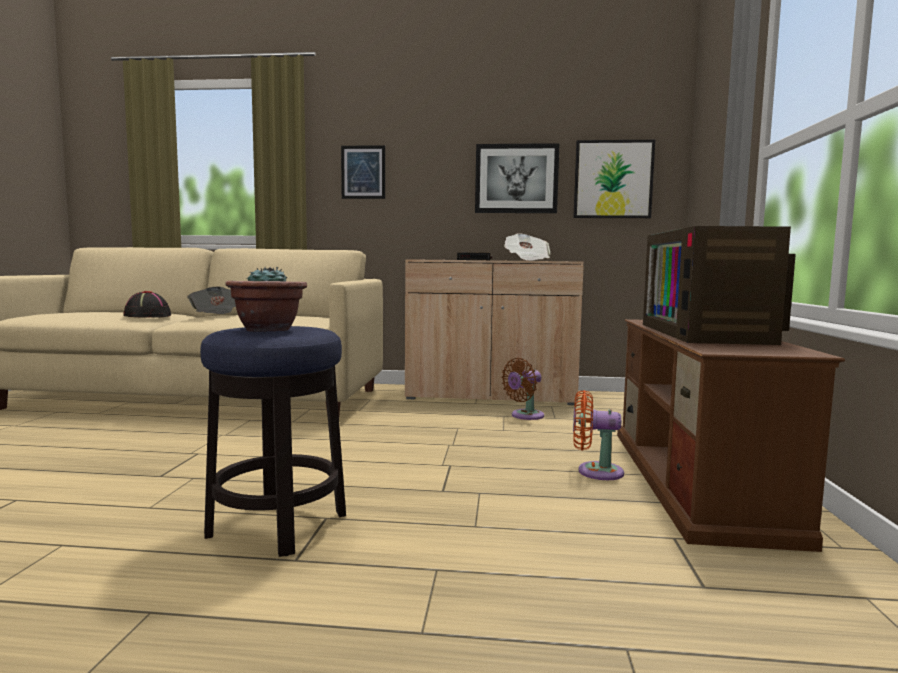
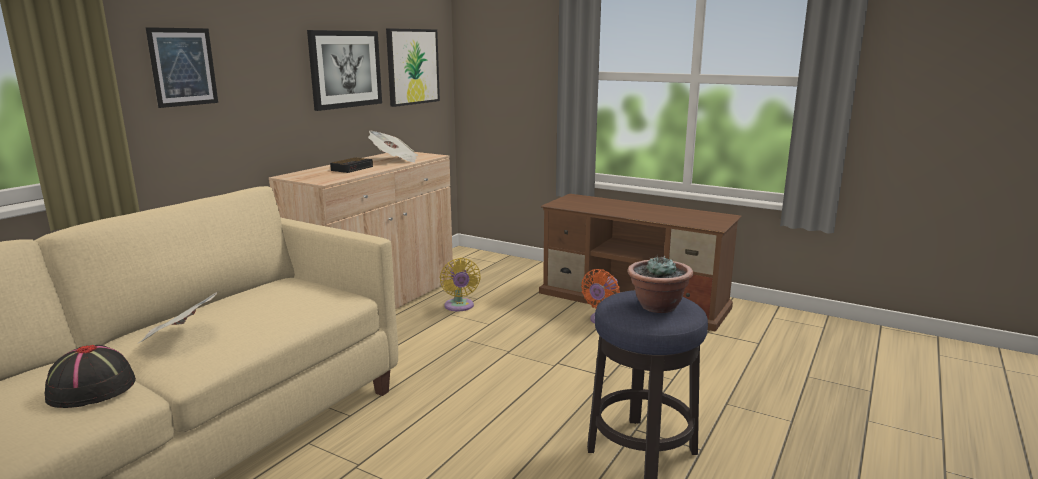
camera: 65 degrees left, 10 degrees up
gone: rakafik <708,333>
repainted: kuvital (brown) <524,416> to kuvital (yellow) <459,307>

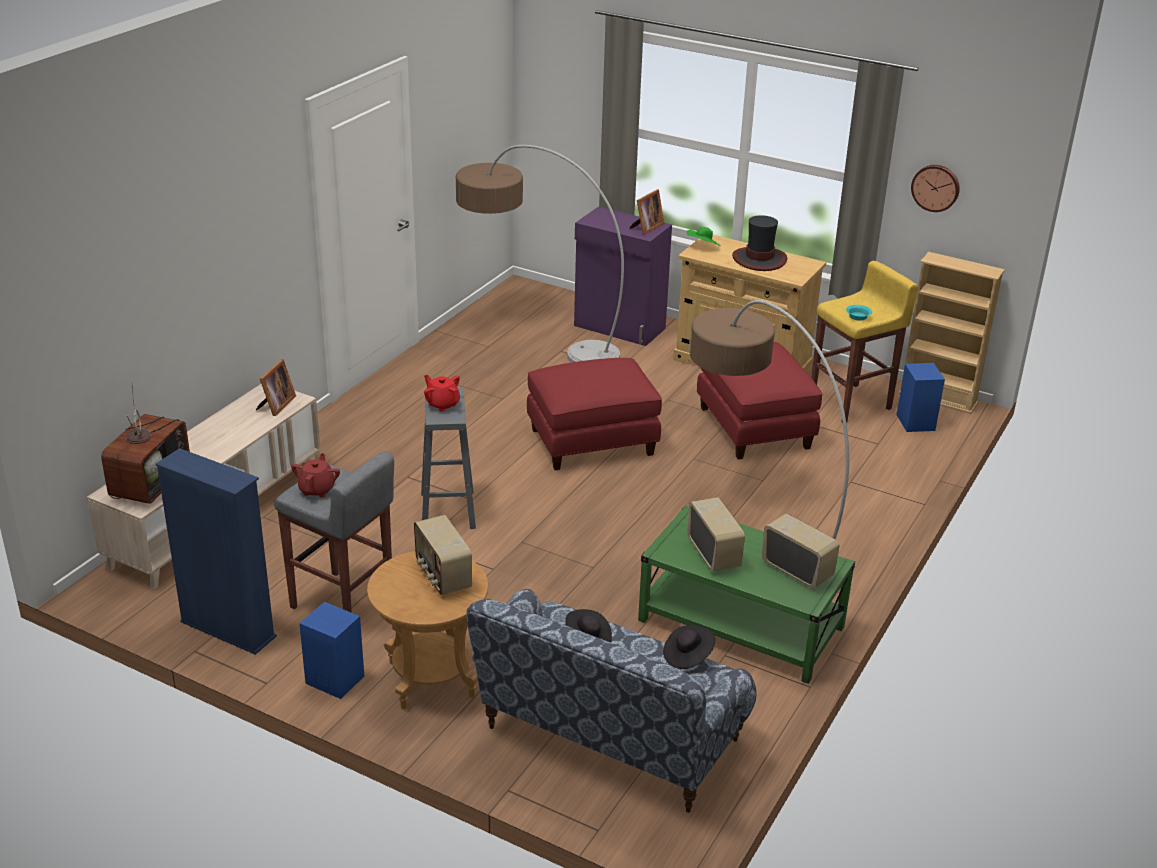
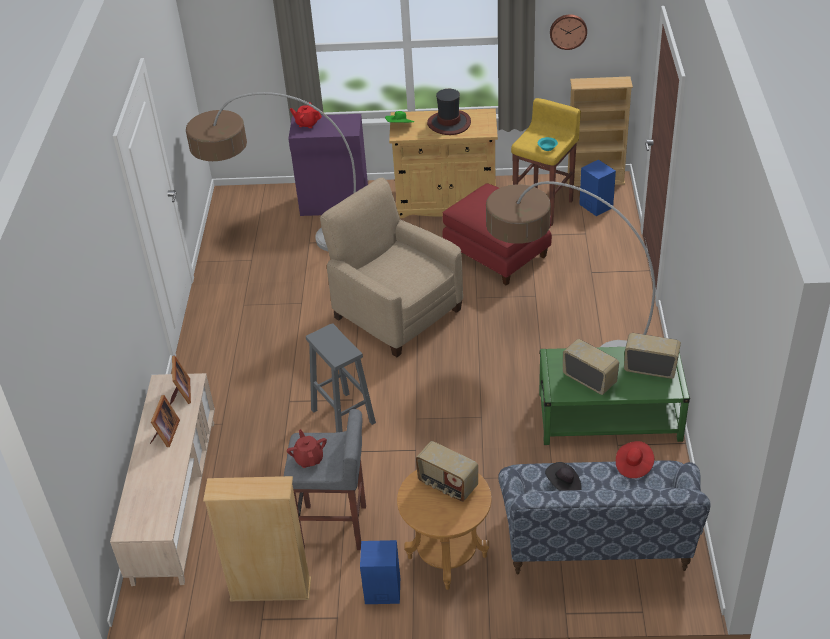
camera: 25 degrees left, 10 degrees up
gone: rakafik <150,482>
shifted: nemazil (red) <442,404> to <307,123>; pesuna <646,227> to <165,434>
swapped: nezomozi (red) <592,441> to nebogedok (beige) <396,313>
repainted: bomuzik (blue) <228,629> to bomuzik (beige) <270,590>; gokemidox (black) <688,656> to gokemidox (red) <633,465>

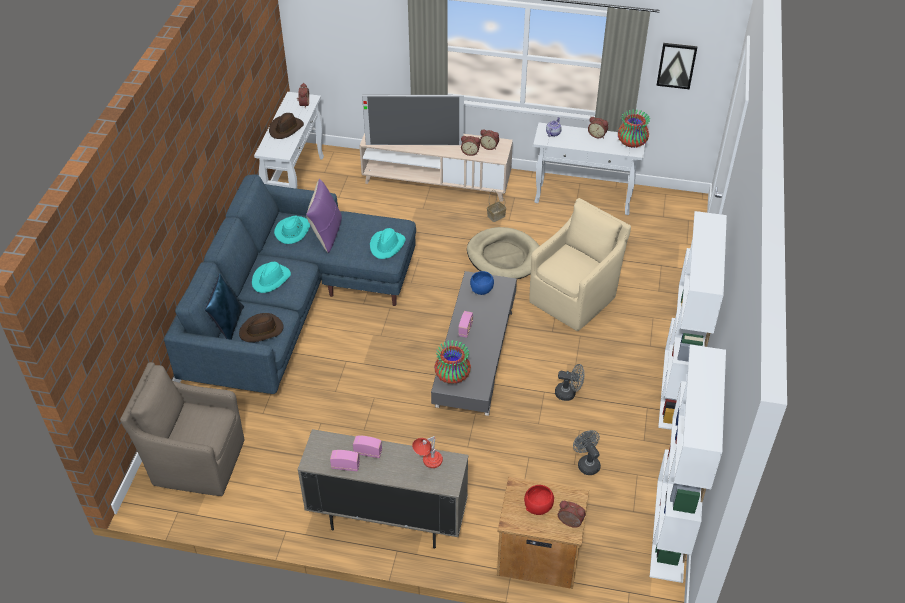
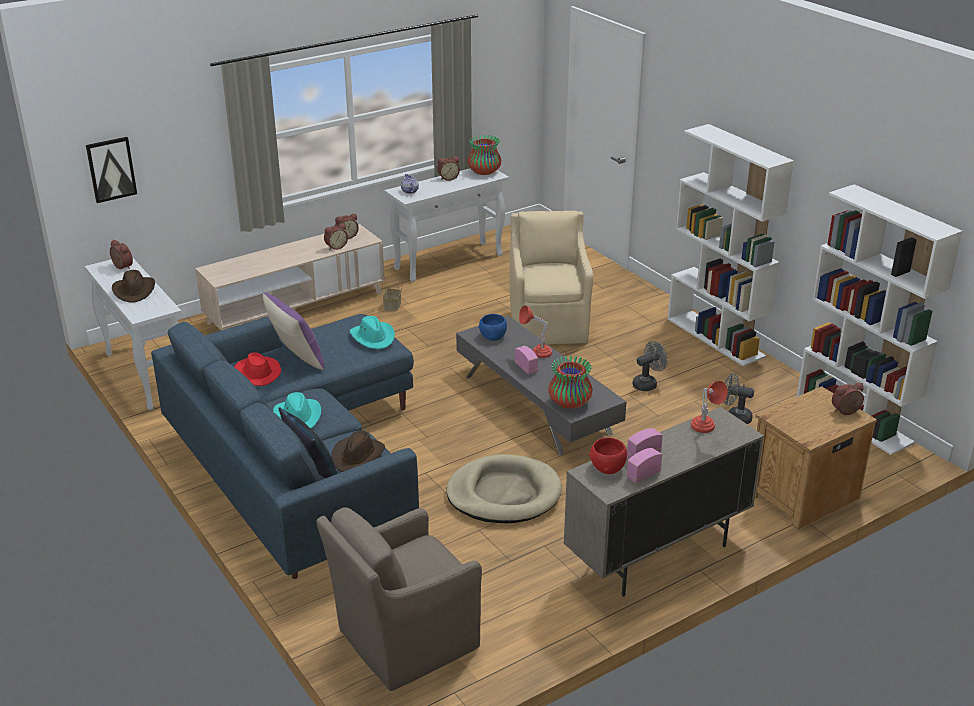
camera: 45 degrees left, 15 degrees down
gone: rakafik <414,144>
new: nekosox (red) <536,353>
shifted: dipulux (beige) <504,256> to <504,494>; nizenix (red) <538,506> to <607,467>; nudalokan <676,65> to <111,169>
repainted: gokemidox (turquoise) <293,231> to gokemidox (red) <257,373>

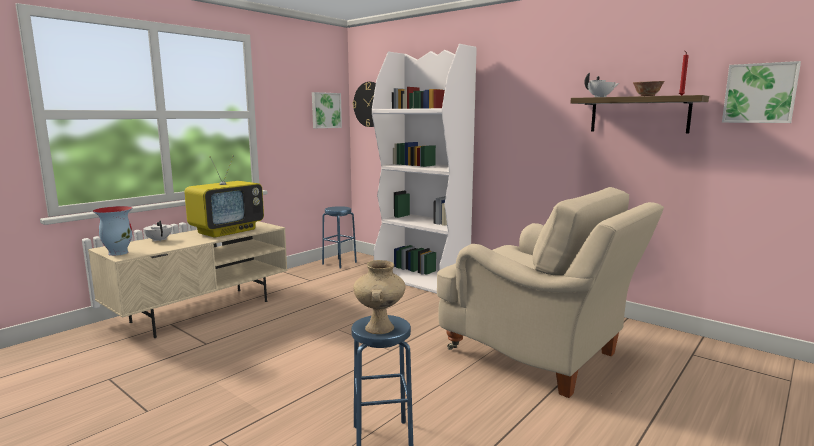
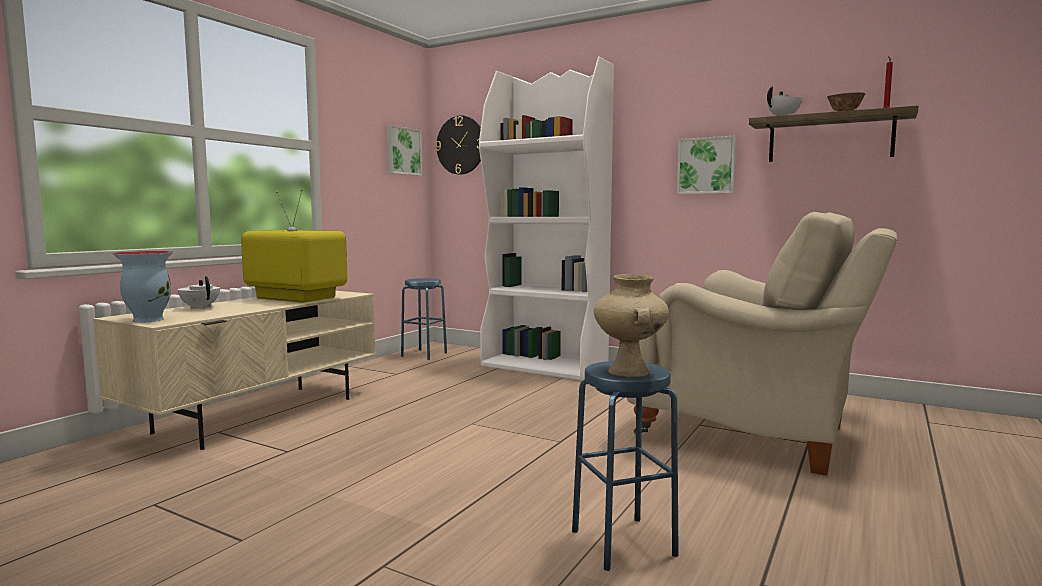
camera: 10 degrees left, 5 degrees down
shifted: nudalokan <760,93> to <706,166>
rotated: rakafik <227,231> = <294,298> 90 degrees counterclockwise

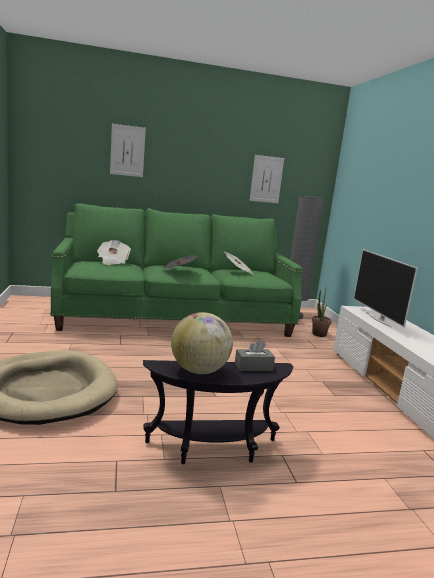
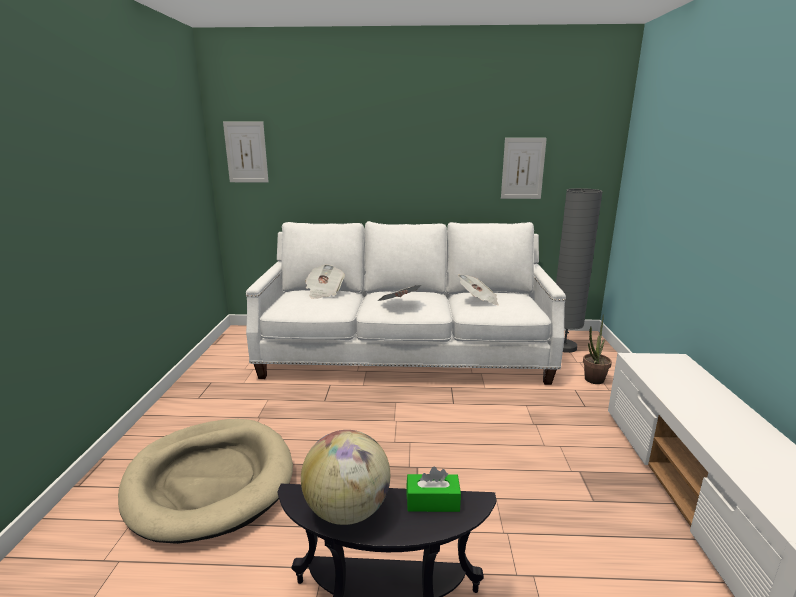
camera: 15 degrees right, 5 degrees up
gone: rakafik <378,319>
shifted: nudalokan <127,151> to <246,152>
repainted: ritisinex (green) <175,317> to ritisinex (white) <405,354>; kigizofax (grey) <253,367> to kigizofax (green) <432,501>

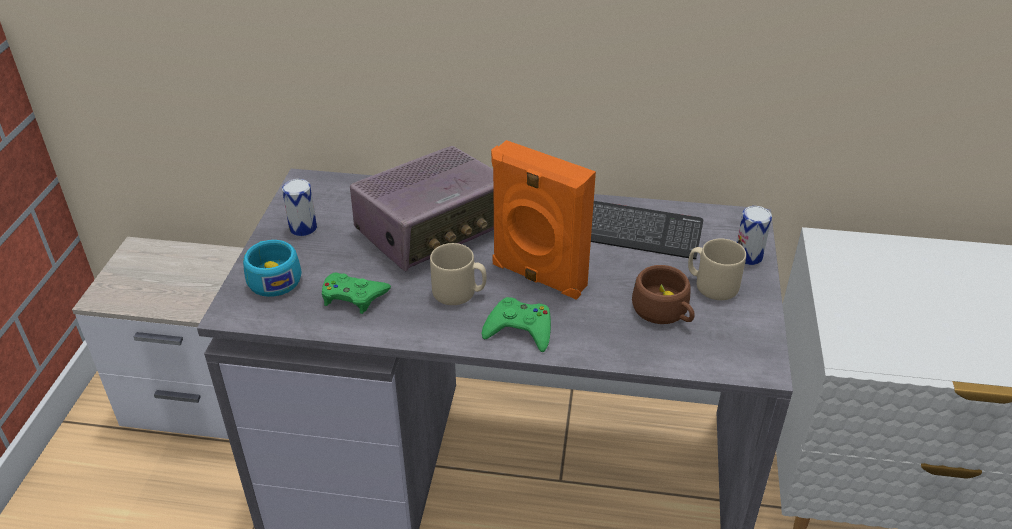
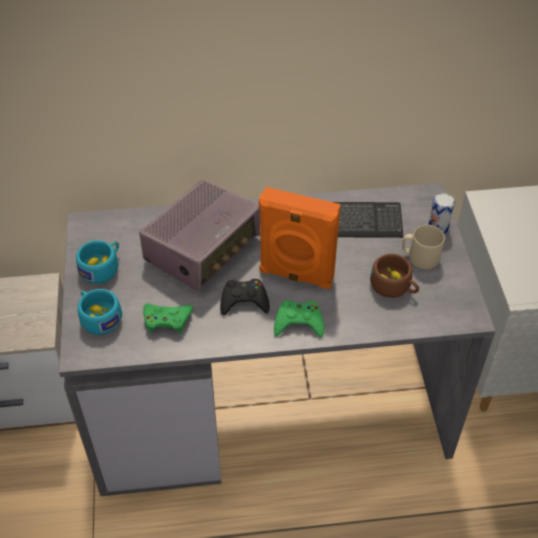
camera: 15 degrees left, 10 degrees up
swapped: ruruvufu <303,228> to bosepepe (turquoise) <102,267>; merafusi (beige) <459,293> to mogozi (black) <244,301>

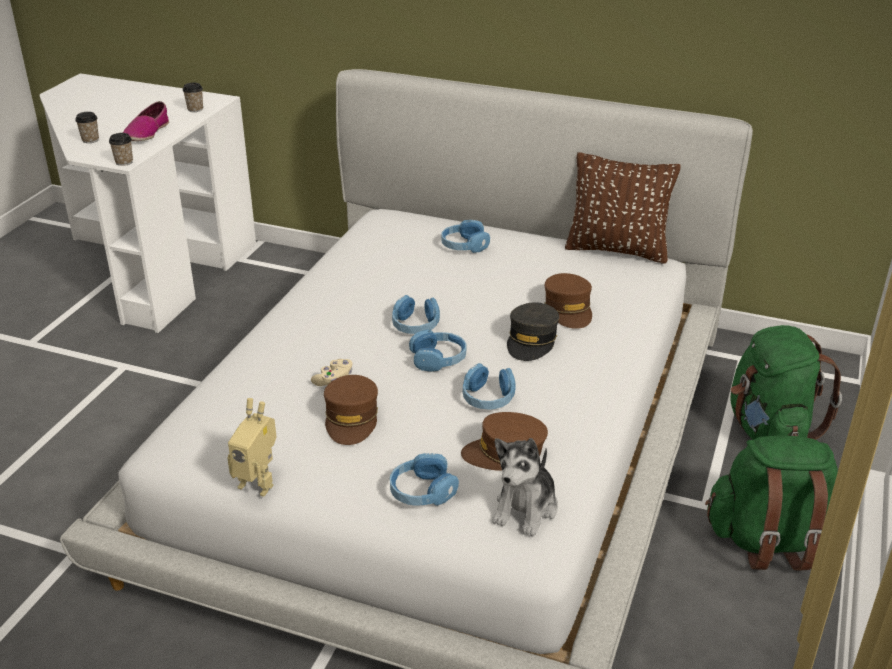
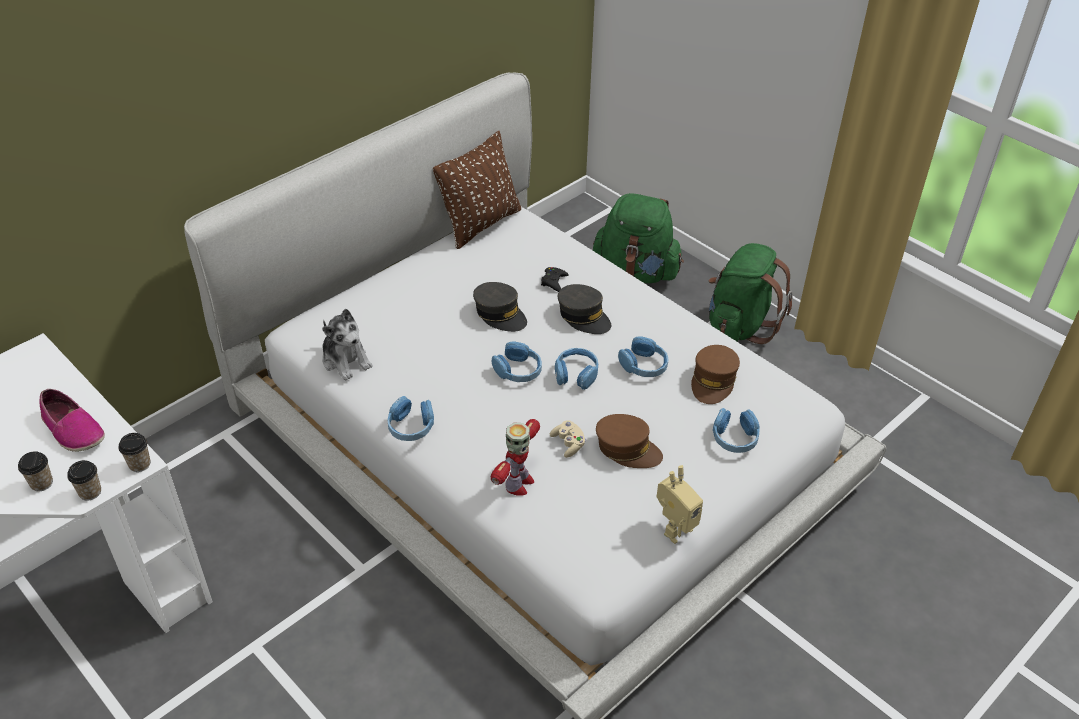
camera: 65 degrees left, 10 degrees up
new: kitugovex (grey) <500,314>; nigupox <518,484>
shifted: bosepepe <195,109> to <90,492>; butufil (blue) <464,245> to <411,427>; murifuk <526,508> to <346,360>
swapped: kitugovex (brown) <568,309> to mogozi (black) <554,282>

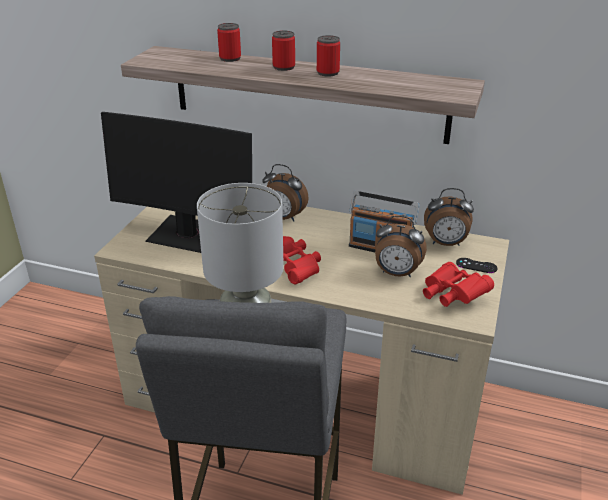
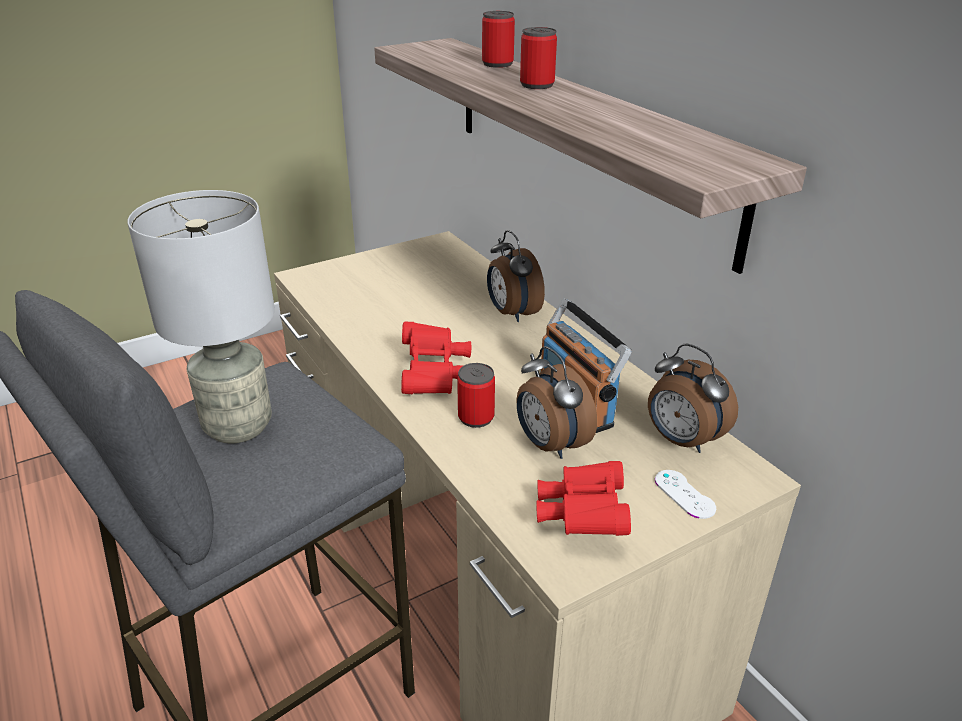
camera: 40 degrees right, 0 degrees up
gone: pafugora <187,235>
shifted: ruruvufu <328,73> to <476,417>
repainted: mogozi (black) <476,265> to mogozi (white) <684,494>

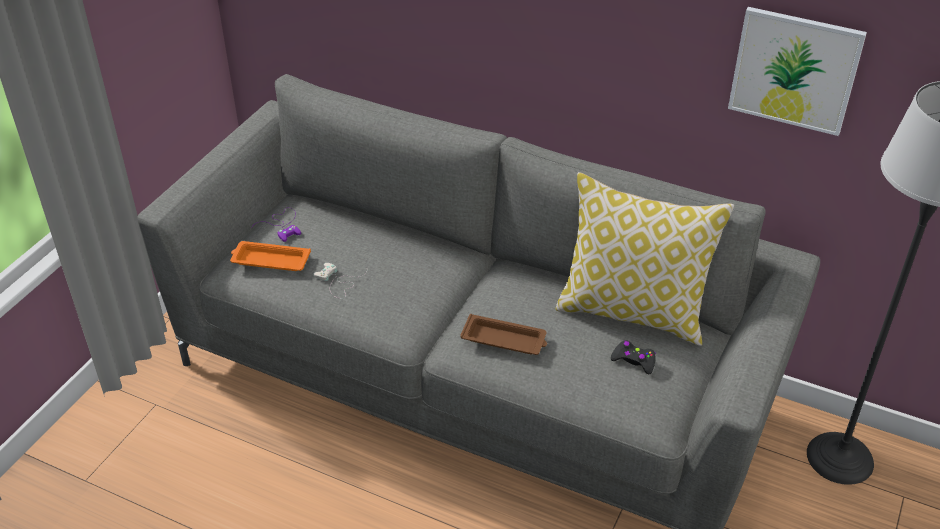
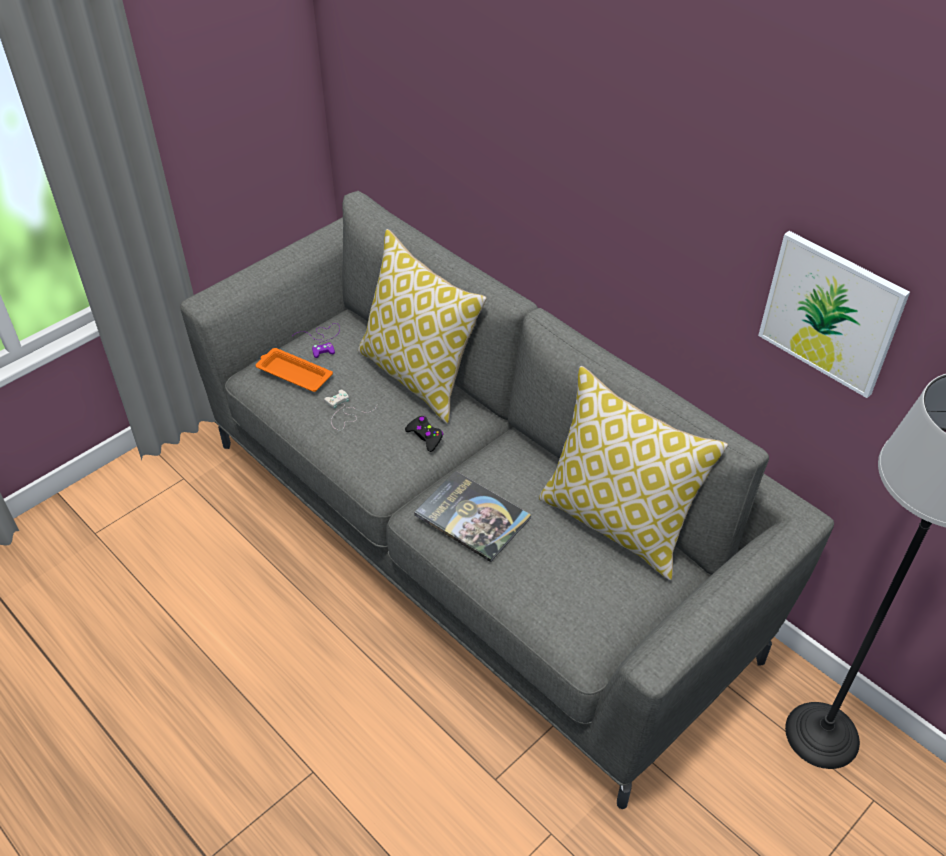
camera: 20 degrees right, 5 degrees up
new: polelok <419,376>
shifted: mogozi (black) <634,360> to <425,436>
swapped: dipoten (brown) <505,340> to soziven <472,516>

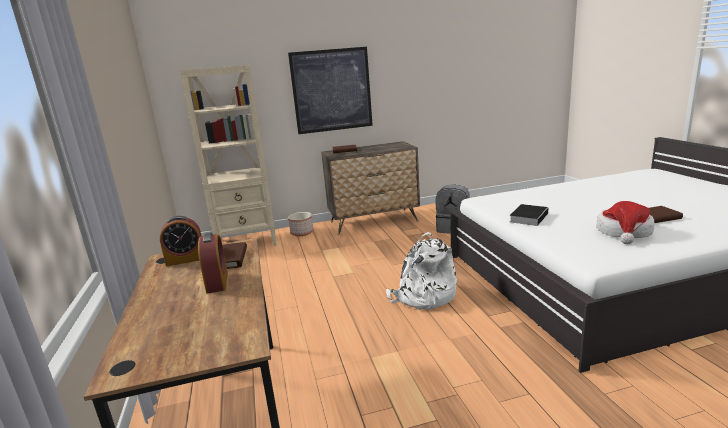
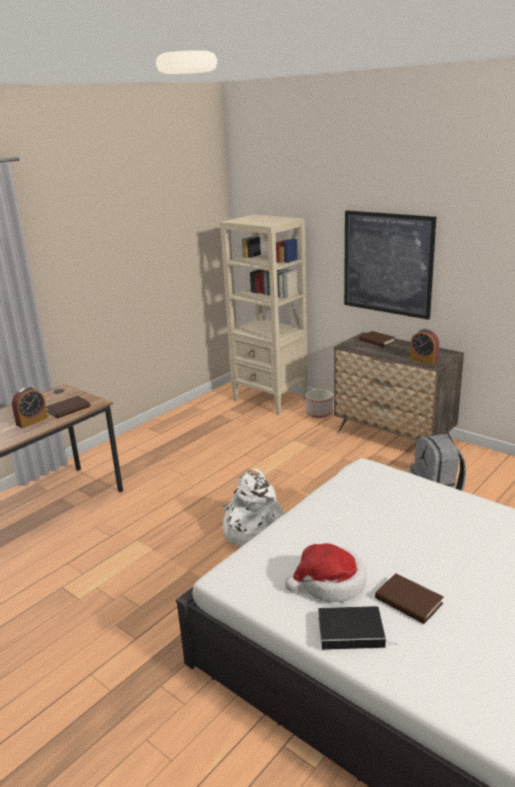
camera: 55 degrees right, 5 degrees up
shifted: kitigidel <186,260> to <423,360>; soziven <528,217> to <353,631>

